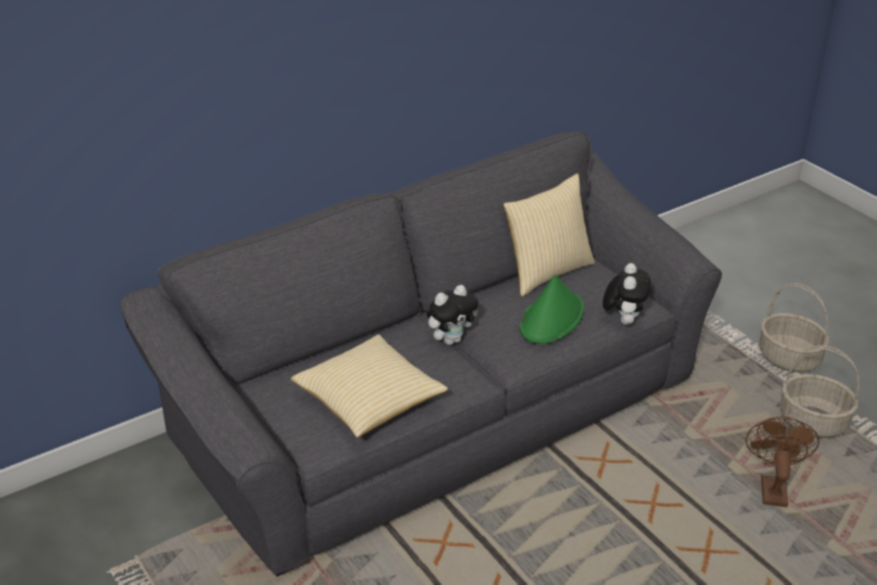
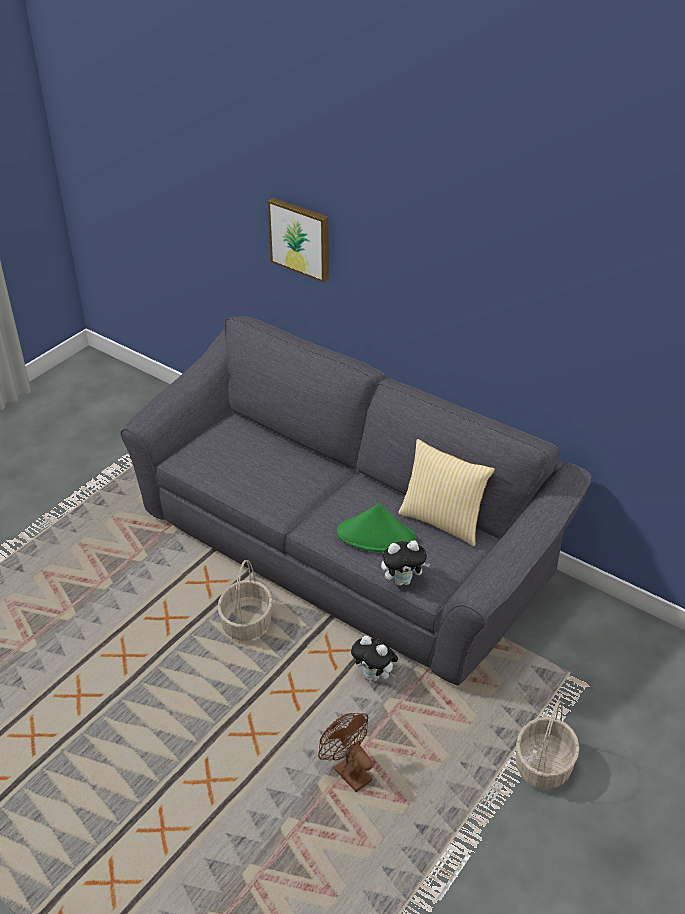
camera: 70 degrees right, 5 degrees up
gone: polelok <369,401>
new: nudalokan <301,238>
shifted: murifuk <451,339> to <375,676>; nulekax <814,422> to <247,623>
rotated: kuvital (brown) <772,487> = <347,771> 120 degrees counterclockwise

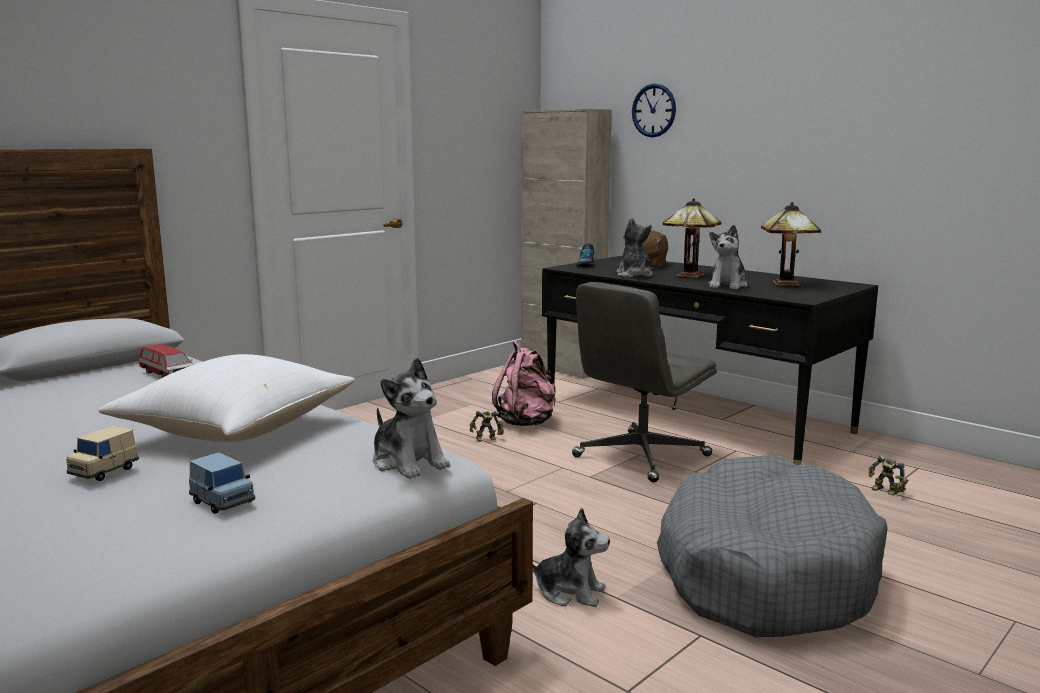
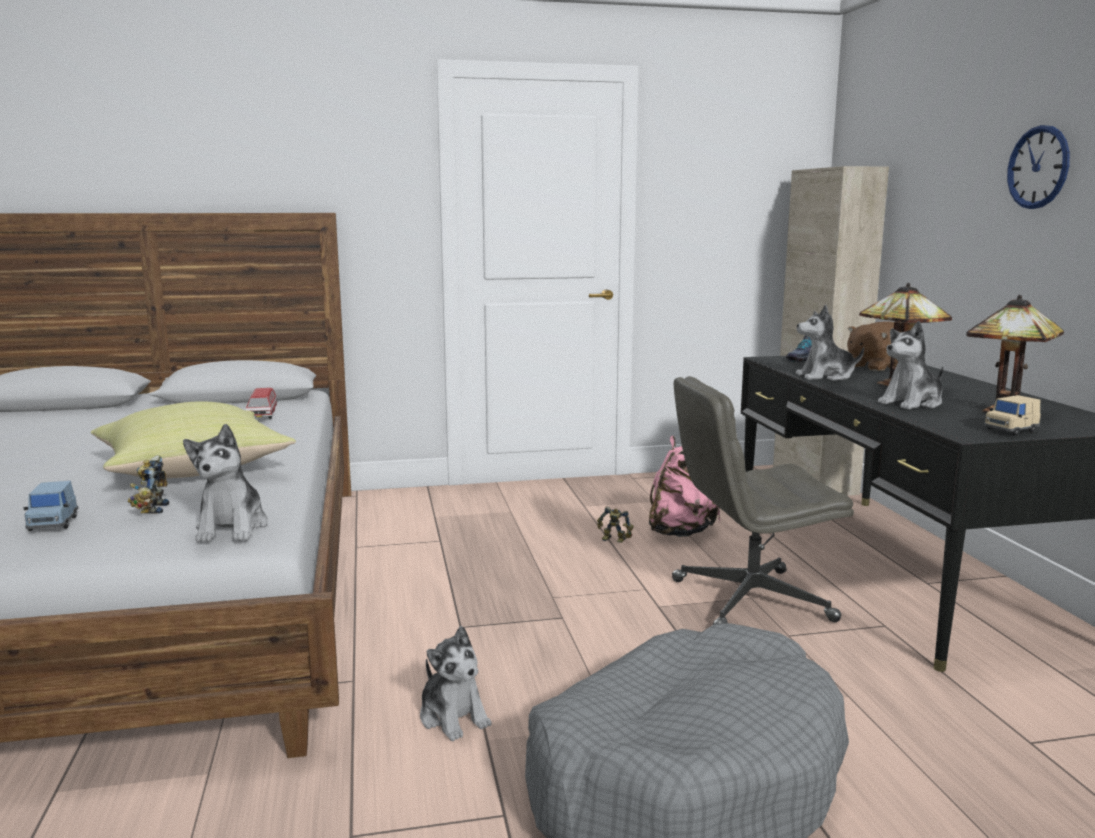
camera: 35 degrees right, 0 degrees up
shifted: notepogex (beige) <104,471> to <1011,430>; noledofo <654,110> to <1038,167>; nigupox <885,492> to <151,509>
repainted: polelok (white) <237,431> to polelok (yellow) <194,470>
rotated: murifuk <634,275> = <825,376> 120 degrees counterclockwise

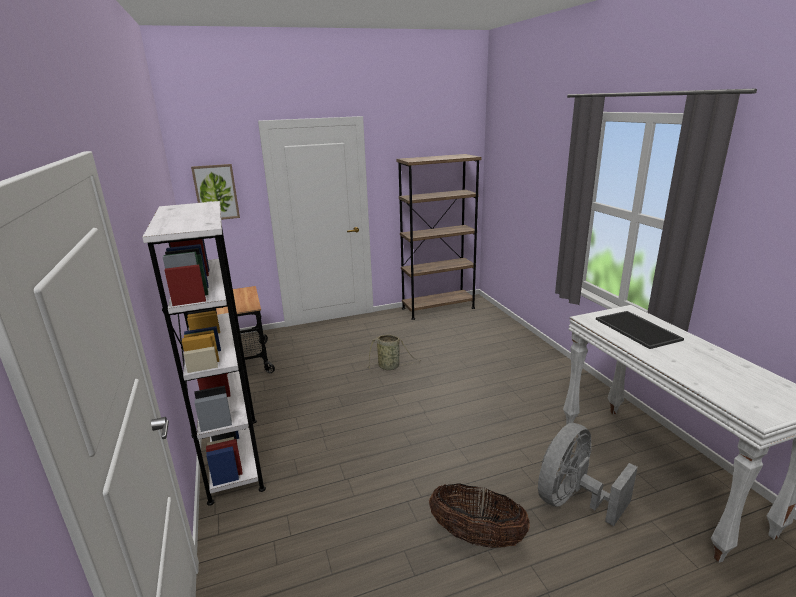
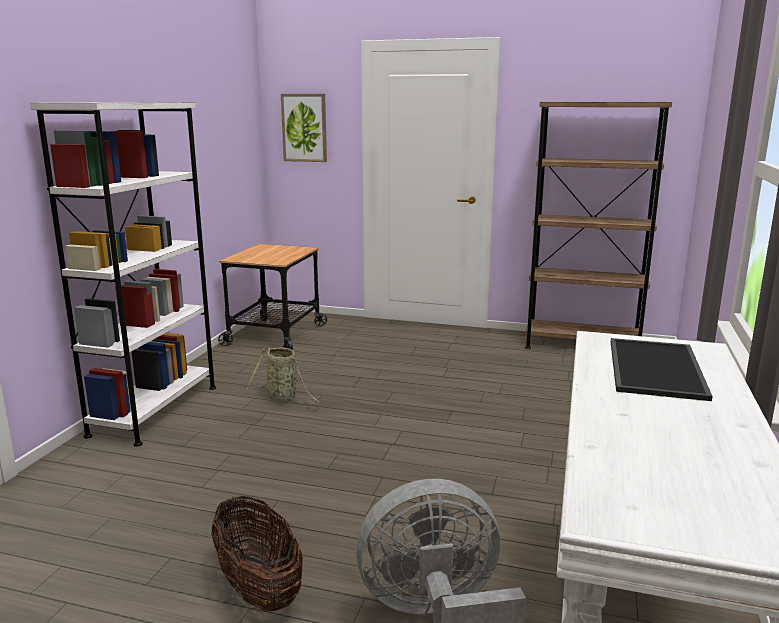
camera: 35 degrees right, 5 degrees down
shifted: nulekax <390,367> to <284,399>

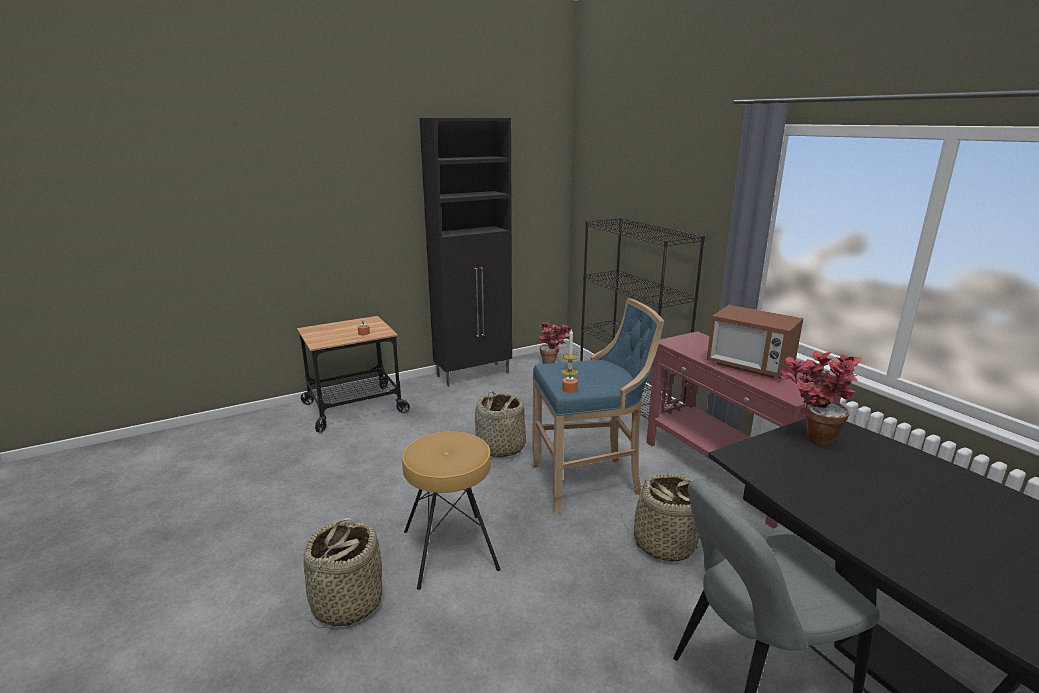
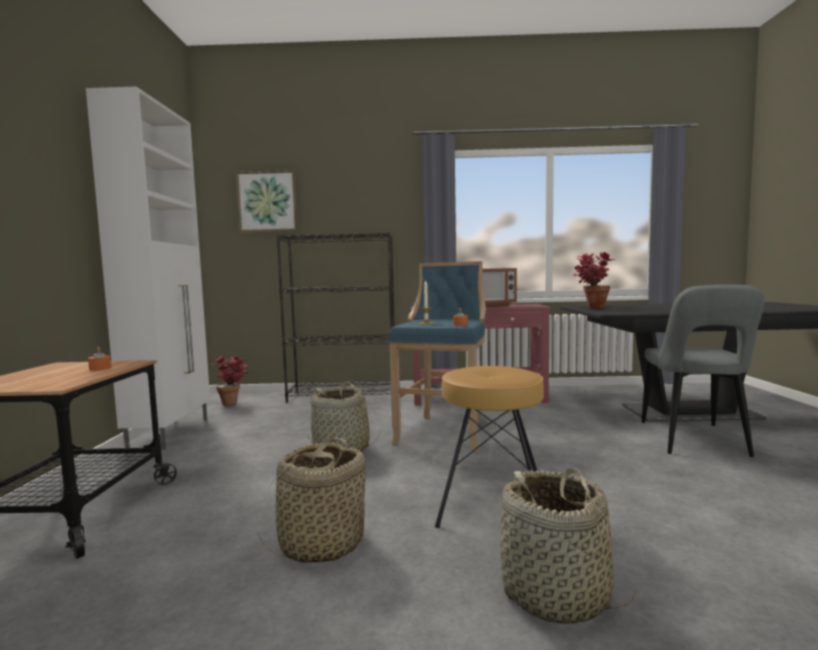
camera: 60 degrees left, 15 degrees down
new: nudalokan <267,202>
shifted: nulekax <664,543> to <321,543>
repainted: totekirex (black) <474,374> to totekirex (white) <171,433>

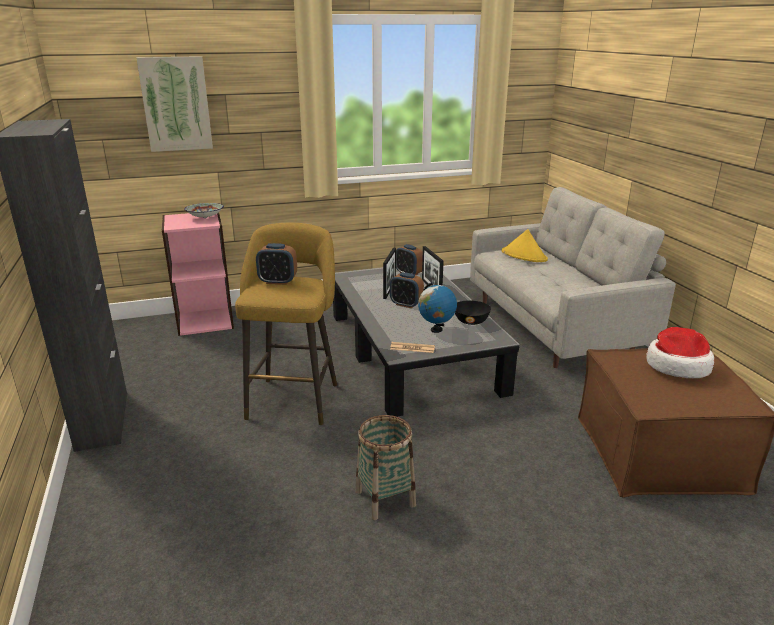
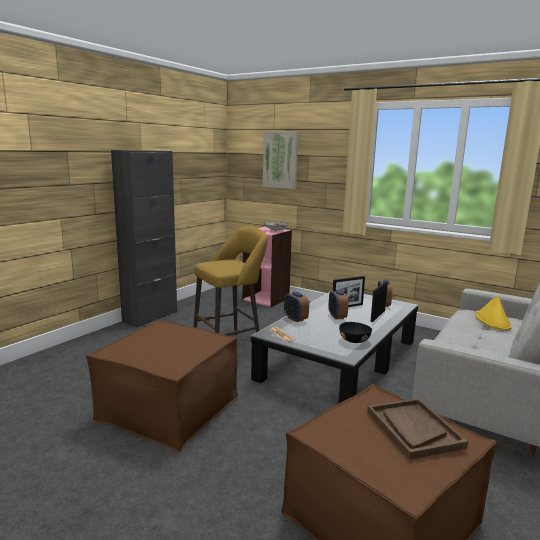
camera: 50 degrees right, 10 degrees down
gone: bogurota <436,330>
shifted: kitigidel <278,281> to <295,319>
swapped: nulekax <385,498> to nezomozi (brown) <168,409>; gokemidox <676,365> to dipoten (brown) <413,429>

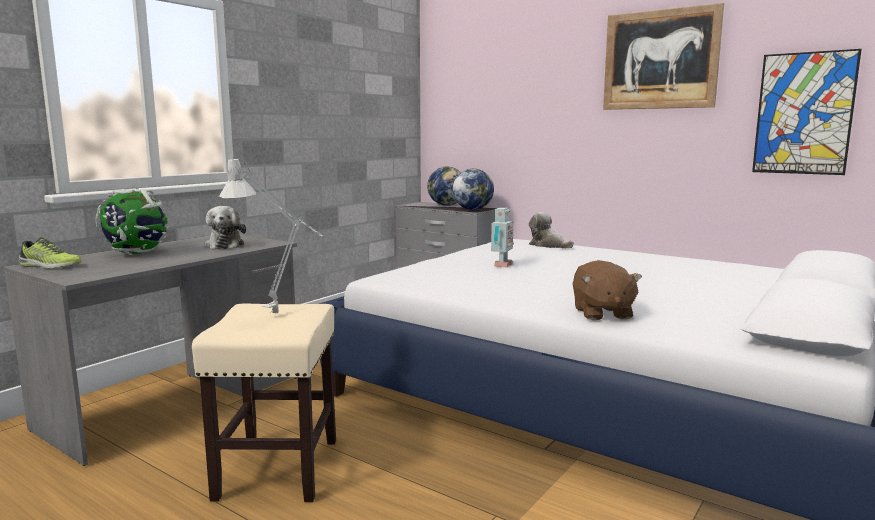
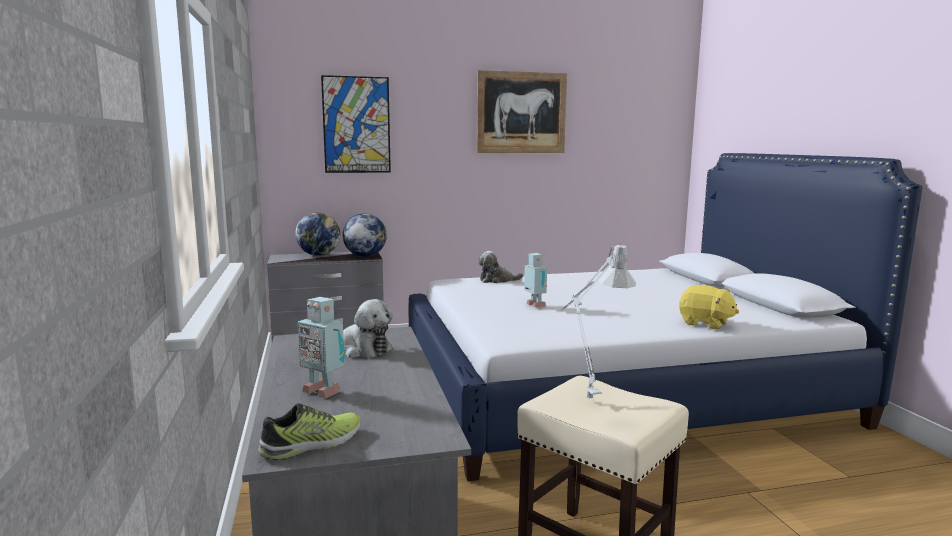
camera: 50 degrees left, 0 degrees up
shifted: nudalokan <803,113> to <356,125>
swapped: bogurota <136,253> to nigupox <323,390>
repainted: murifuk (brown) <601,313> to murifuk (yellow) <705,323>

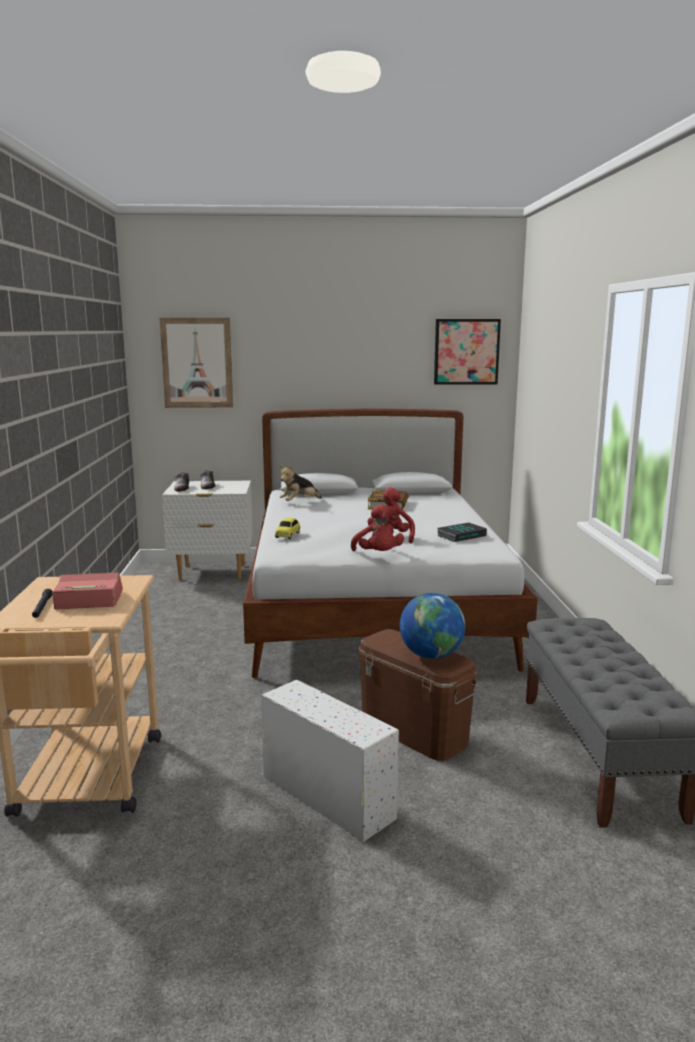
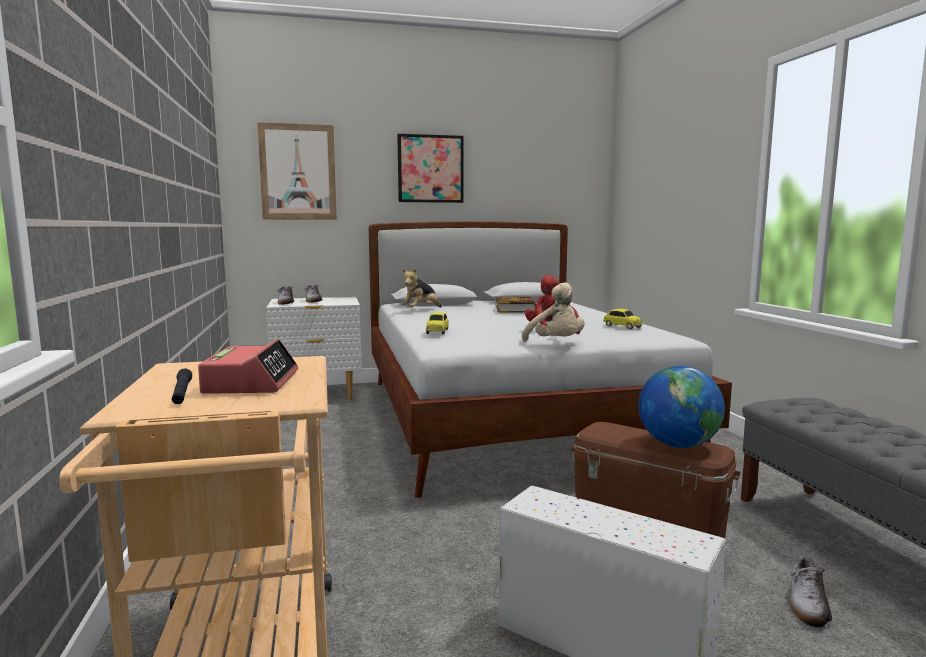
camera: 10 degrees left, 5 degrees down
new: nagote <807,604>
shifted: nudalokan <466,351> to <430,169>
swapped: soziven <461,535> to notepogex <622,326>
repainted: murifuk (red) <378,555> to murifuk (beige) <556,343>
rotated: kitigidel <89,600> = <252,382> 105 degrees clockwise

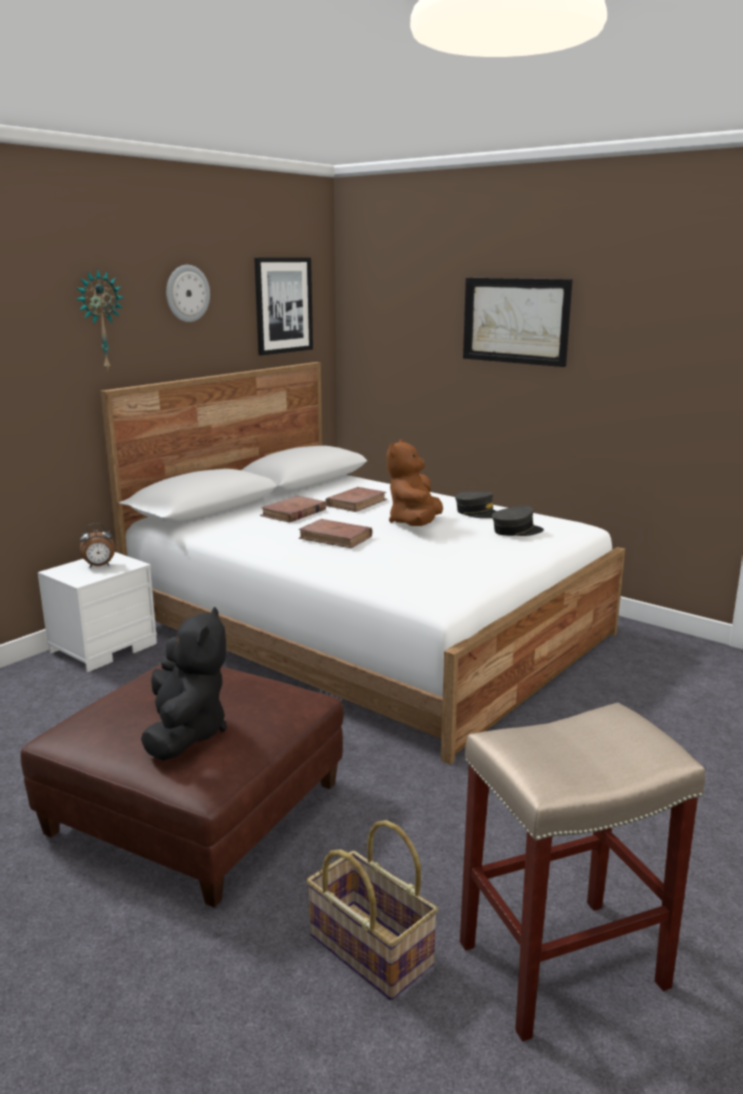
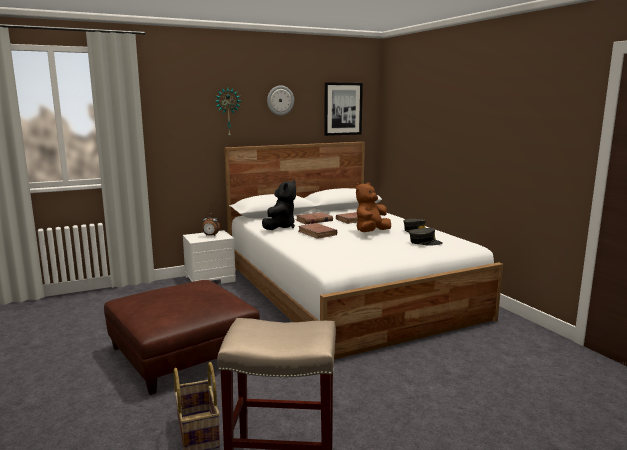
camera: 25 degrees right, 5 degrees down
gone: nudalokan <515,320>
shifted: murifuk (black) <186,733> to <280,227>

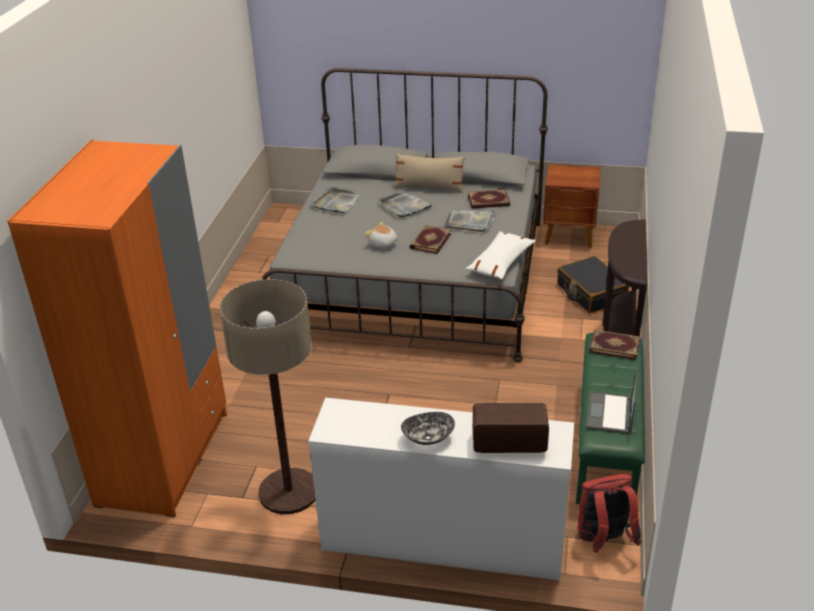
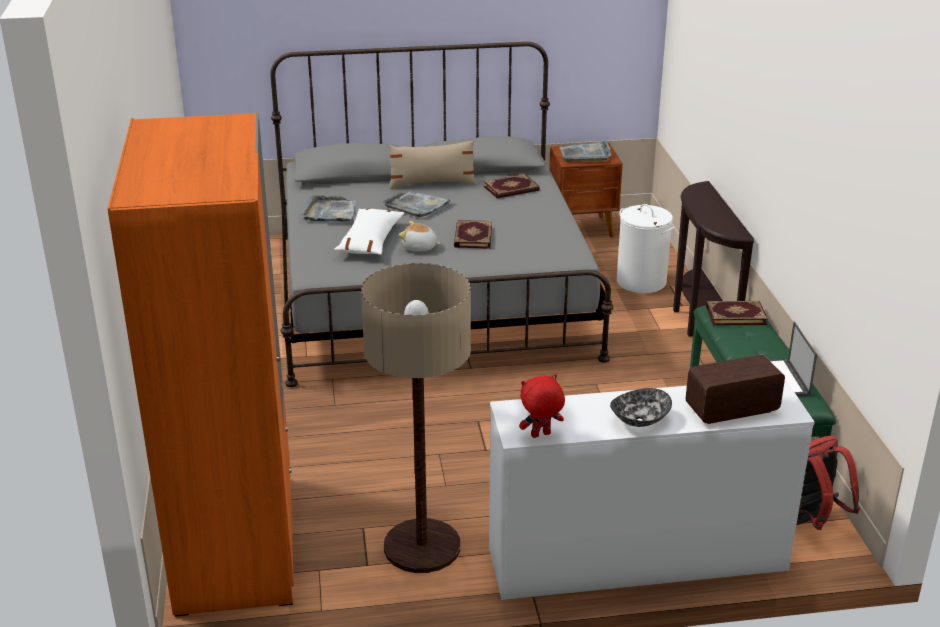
camera: 20 degrees left, 5 degrees down
new: murifuk (red) <541,435>
shifted: dipoten (grey) <470,222> to <585,154>; polelok (white) <500,262> to <370,241>
swapped: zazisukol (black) <591,293> to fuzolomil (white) <641,282>

